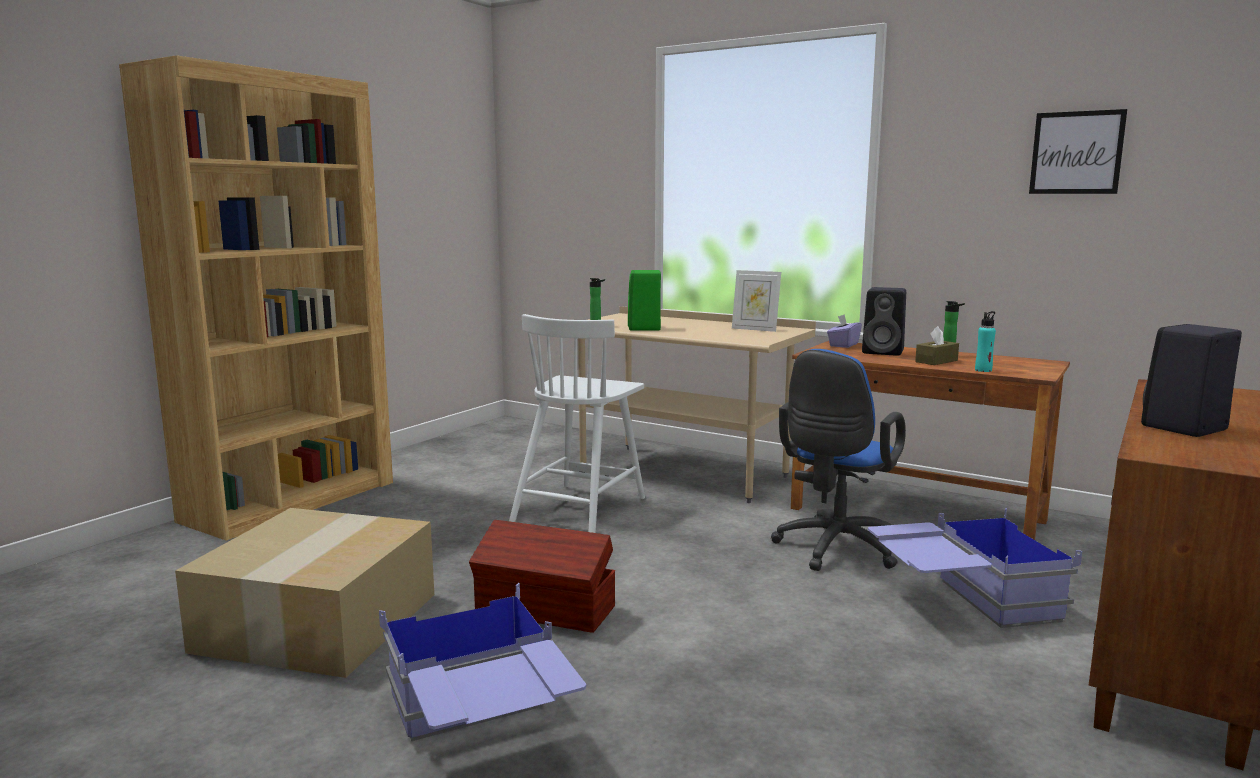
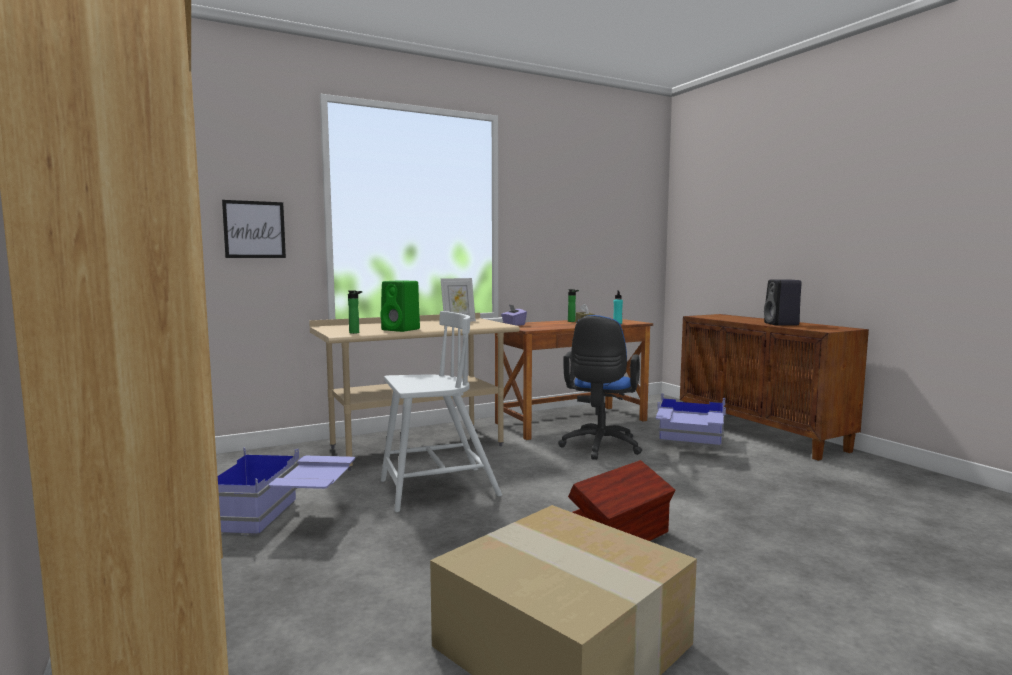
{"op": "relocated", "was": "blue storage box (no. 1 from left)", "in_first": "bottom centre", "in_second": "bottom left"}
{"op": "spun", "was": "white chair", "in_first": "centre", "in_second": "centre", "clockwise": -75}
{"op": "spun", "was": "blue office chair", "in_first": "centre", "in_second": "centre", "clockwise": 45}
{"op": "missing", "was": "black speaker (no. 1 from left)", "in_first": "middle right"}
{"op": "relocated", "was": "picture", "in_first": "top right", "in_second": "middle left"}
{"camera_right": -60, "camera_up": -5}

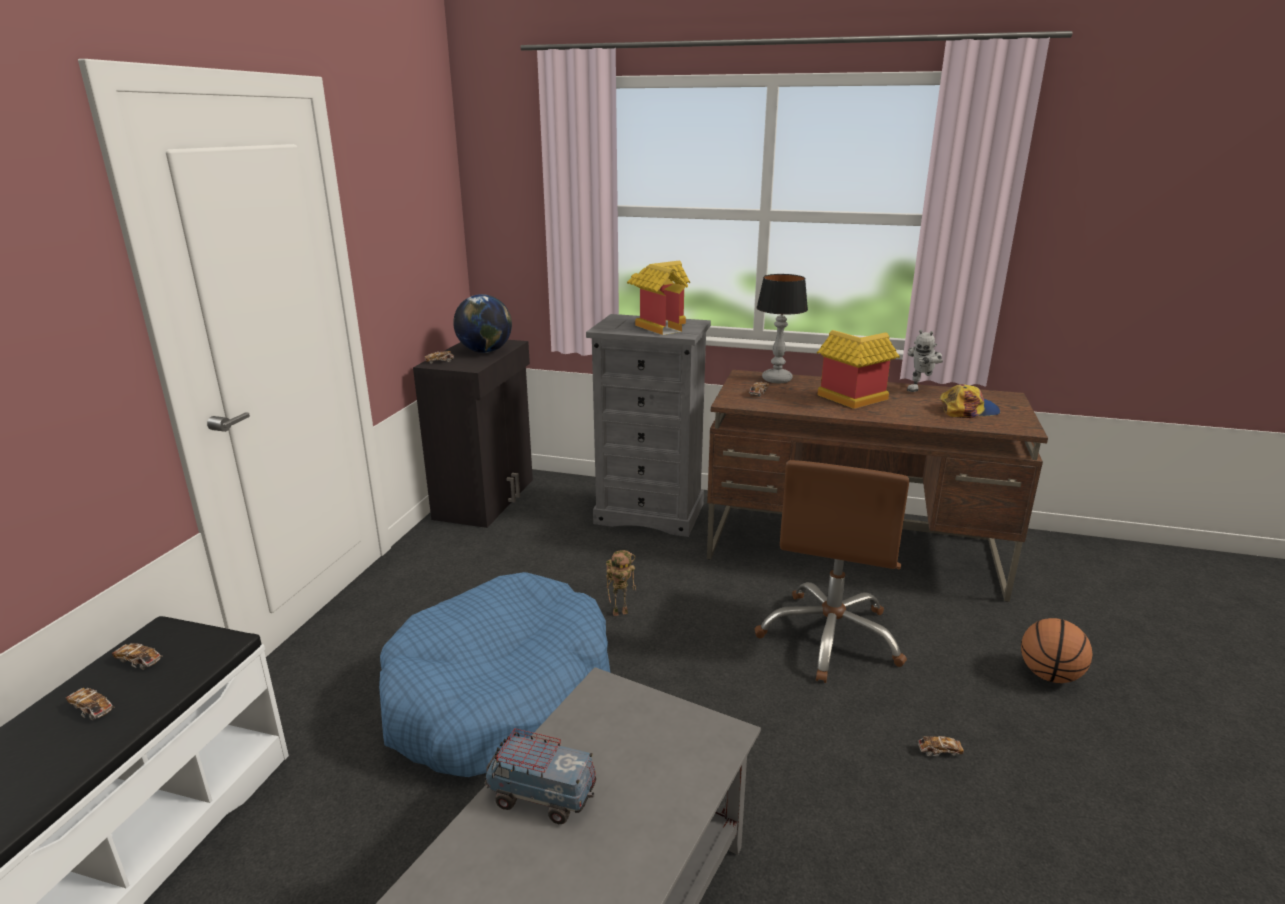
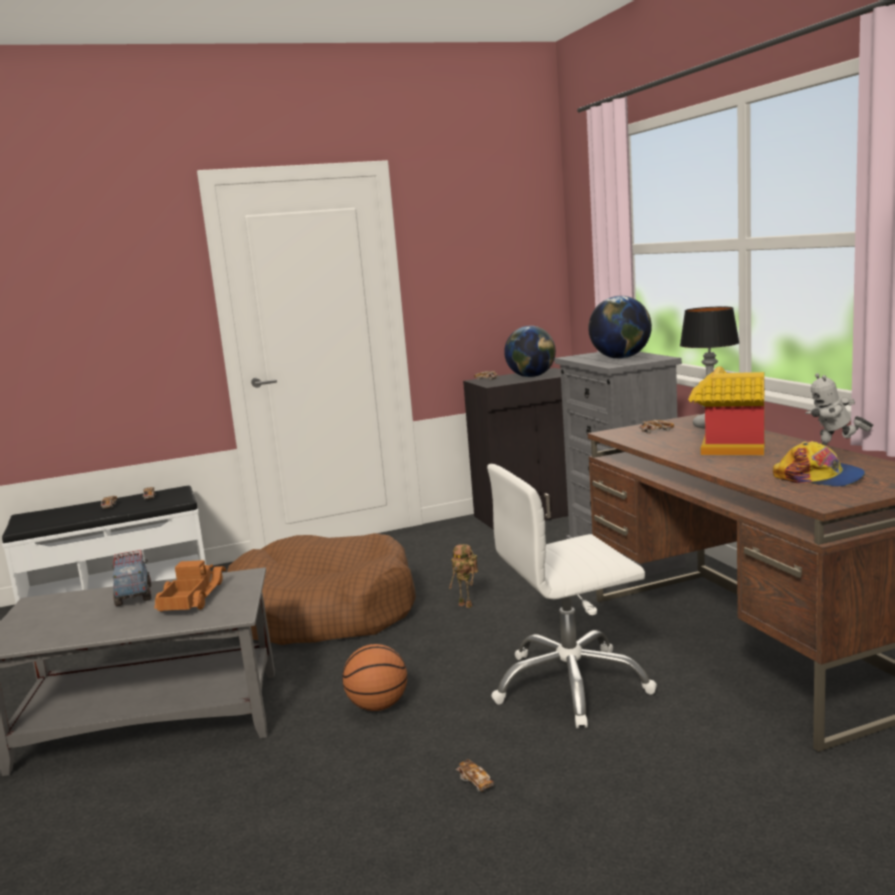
{"op": "colour", "was": "blue dog bed", "now": "brown dog bed", "in_first": "bottom centre", "in_second": "centre"}
{"op": "exchanged", "was": "toy house (no. 1 from left)", "now": "globe (no. 2 from left)", "in_first": "top centre", "in_second": "middle right"}
{"op": "colour", "was": "brown office chair", "now": "white office chair", "in_first": "centre", "in_second": "centre"}
{"op": "relocated", "was": "basketball", "in_first": "bottom right", "in_second": "bottom centre"}
{"op": "appeared", "now": "toy truck (no. 2 from left)", "in_second": "middle left"}
{"camera_right": 55, "camera_up": -10}

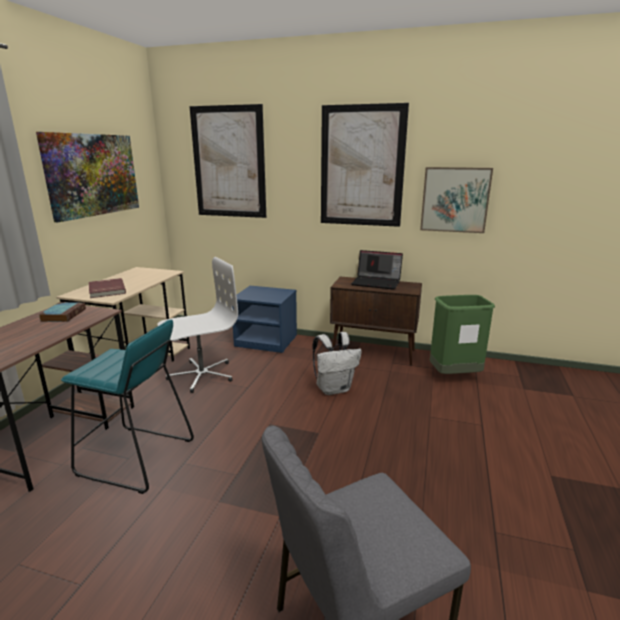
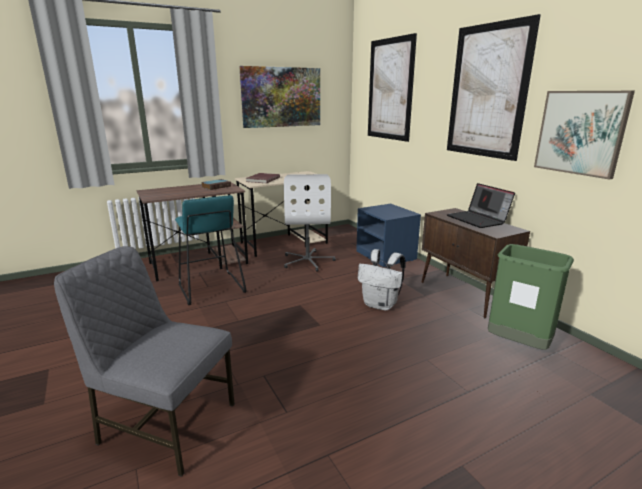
{"op": "spun", "was": "white office chair", "in_first": "middle left", "in_second": "centre", "clockwise": 75}
{"camera_right": 45, "camera_up": 0}

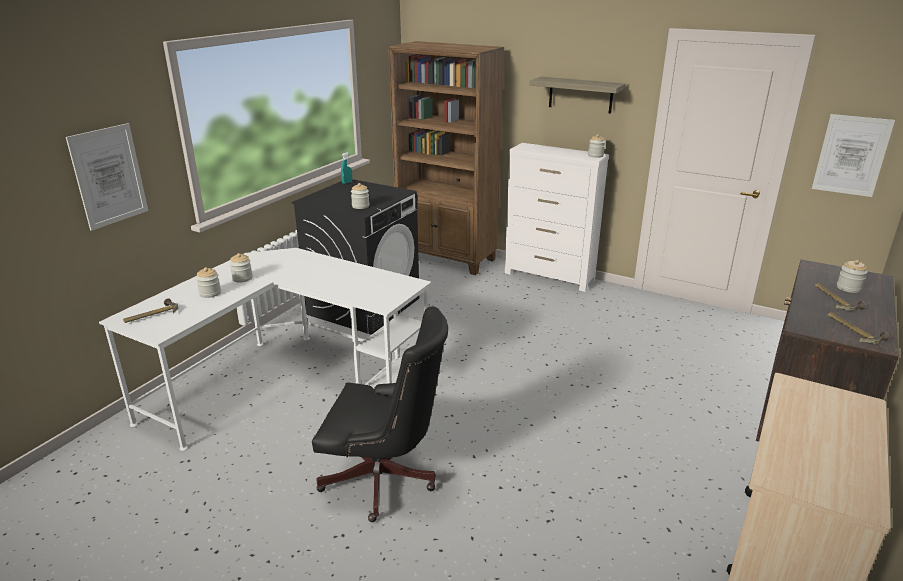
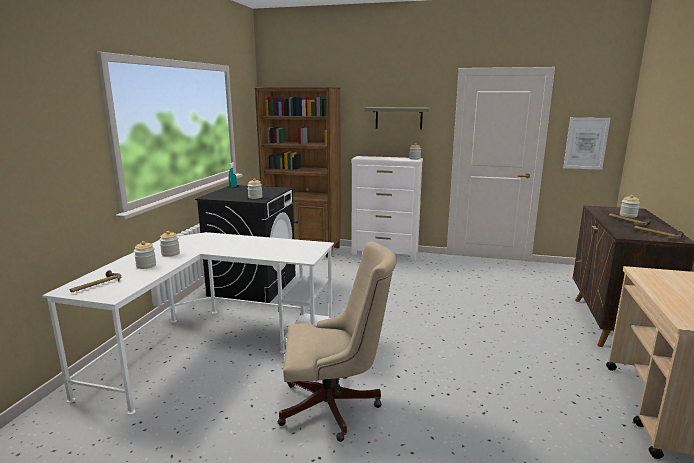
{"op": "missing", "was": "picture (no. 1 from left)", "in_first": "top left"}
{"op": "colour", "was": "black office chair", "now": "beige office chair", "in_first": "bottom centre", "in_second": "bottom centre"}
{"camera_right": -15, "camera_up": -10}

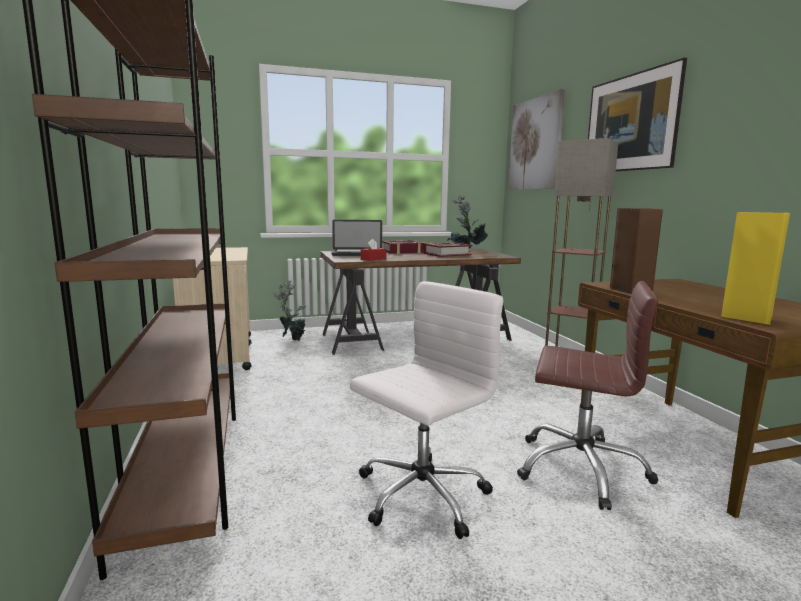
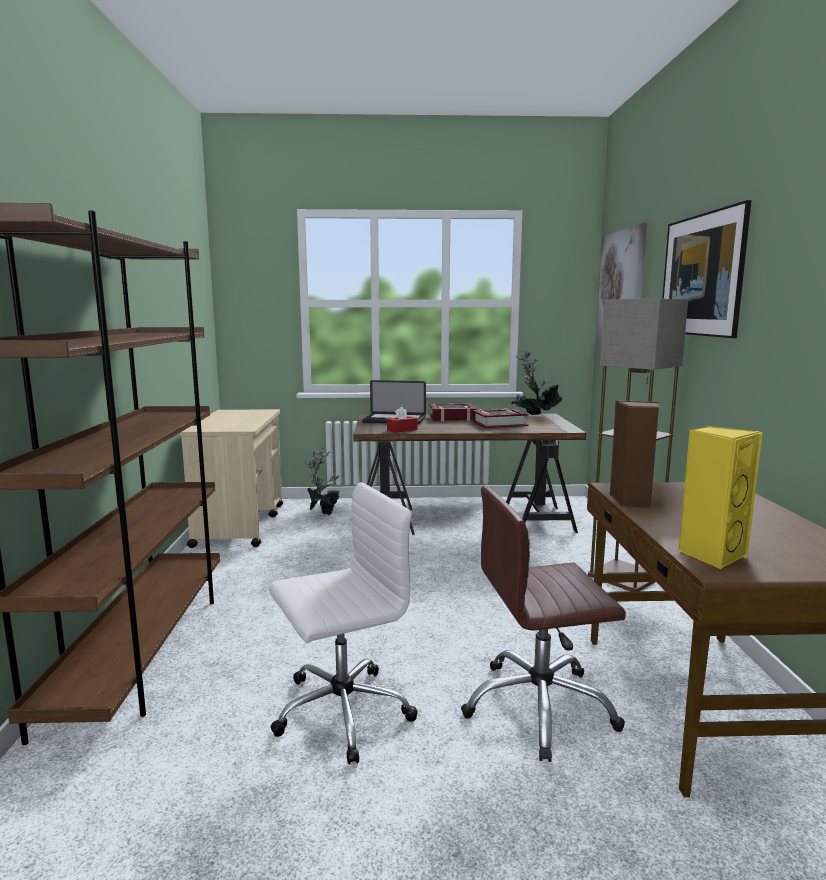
{"op": "spun", "was": "brown office chair", "in_first": "middle right", "in_second": "bottom centre", "clockwise": 135}
{"camera_right": 15, "camera_up": 0}

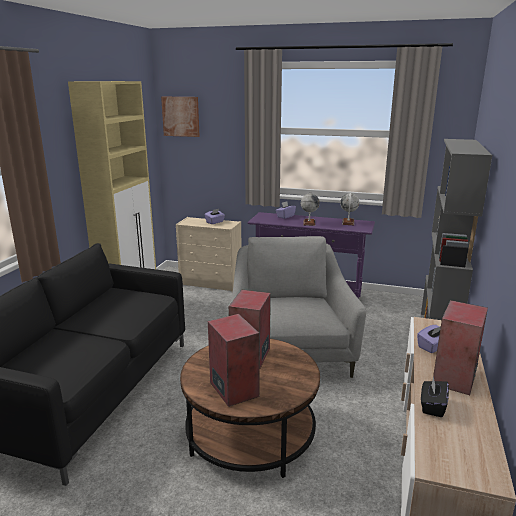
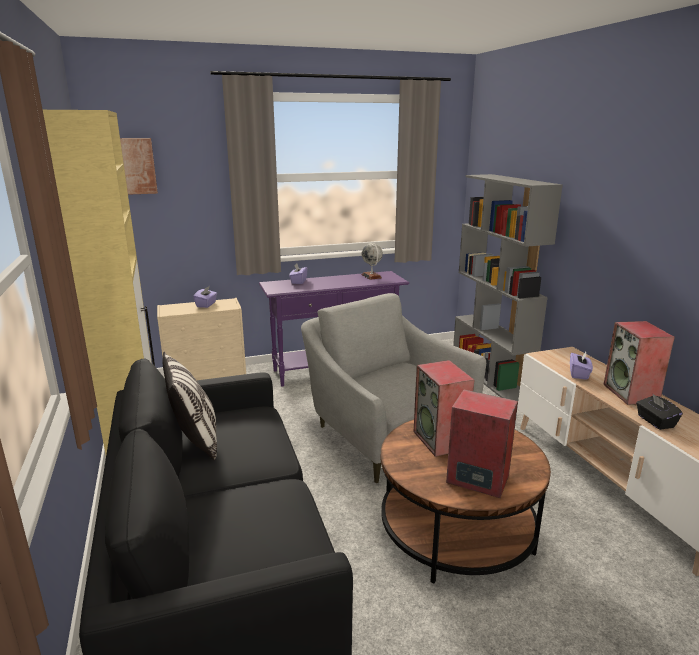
{"op": "missing", "was": "globe (no. 1 from left)", "in_first": "centre"}
{"op": "appeared", "now": "pillow", "in_second": "middle left"}
{"camera_right": -35, "camera_up": 0}

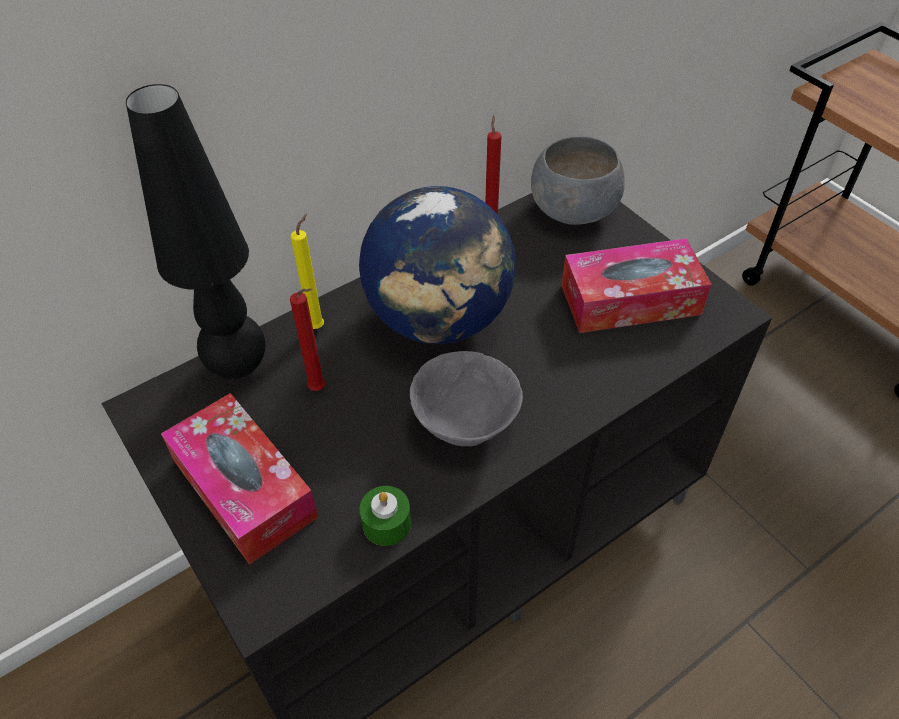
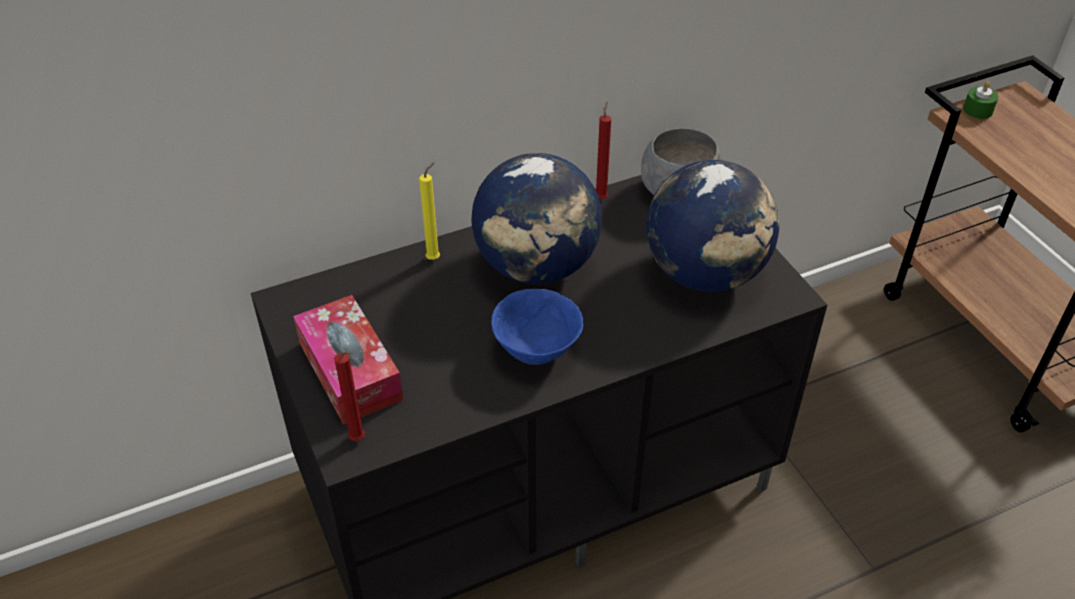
{"op": "missing", "was": "black table lamp", "in_first": "top left"}
{"op": "relocated", "was": "red candle (no. 1 from left)", "in_first": "centre", "in_second": "middle left"}
{"op": "relocated", "was": "green candle", "in_first": "bottom centre", "in_second": "top right"}
{"op": "colour", "was": "grey bowl (no. 1 from left)", "now": "blue bowl", "in_first": "centre", "in_second": "centre"}
{"op": "exchanged", "was": "tissue box (no. 2 from left)", "now": "globe (no. 2 from left)", "in_first": "middle right", "in_second": "centre"}
{"camera_right": 10, "camera_up": -5}

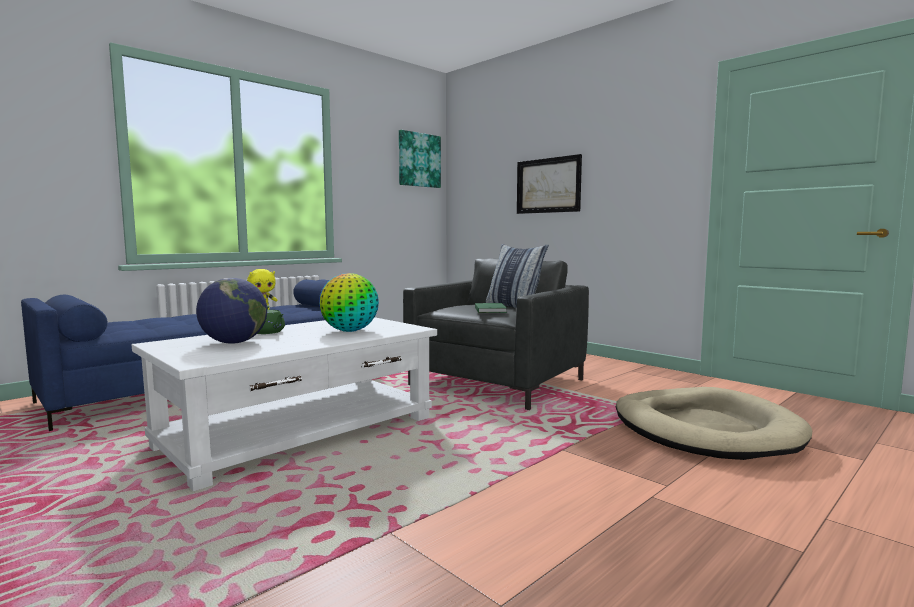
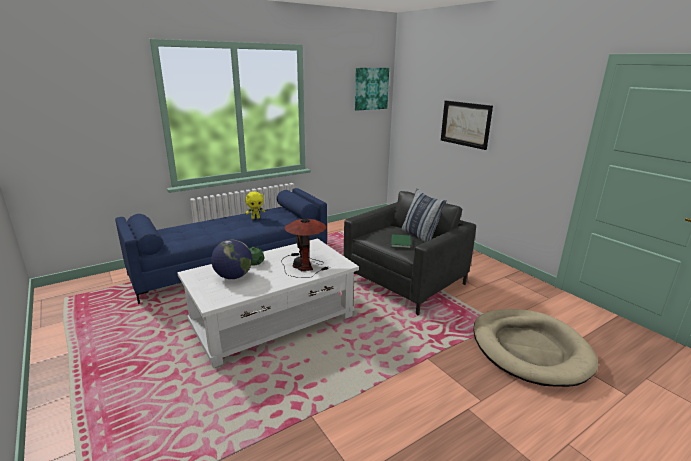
{"op": "exchanged", "was": "globe (no. 2 from left)", "now": "table lamp", "in_first": "centre", "in_second": "centre"}
{"camera_right": 10, "camera_up": 15}

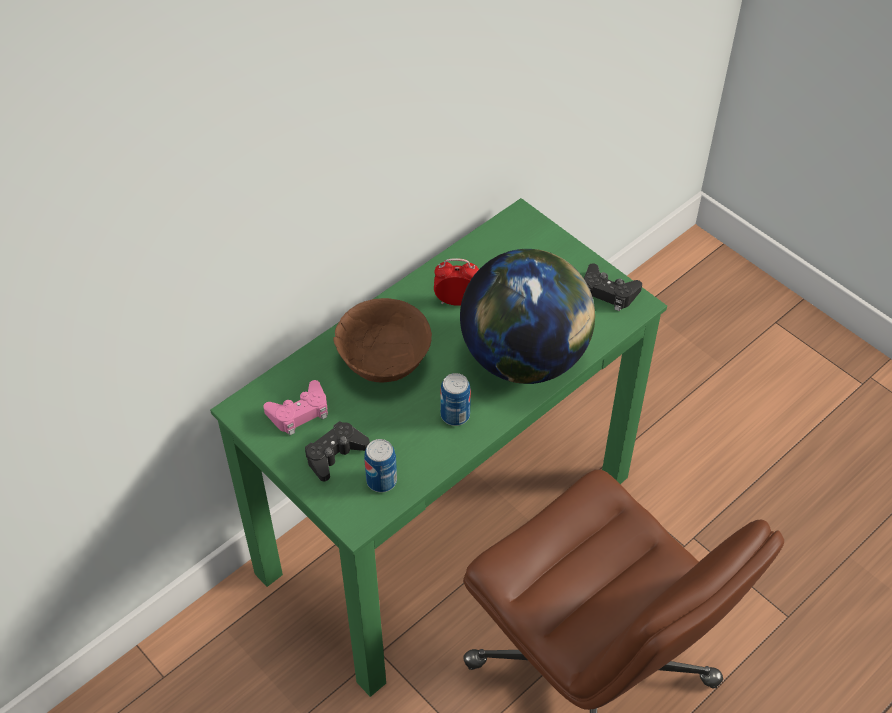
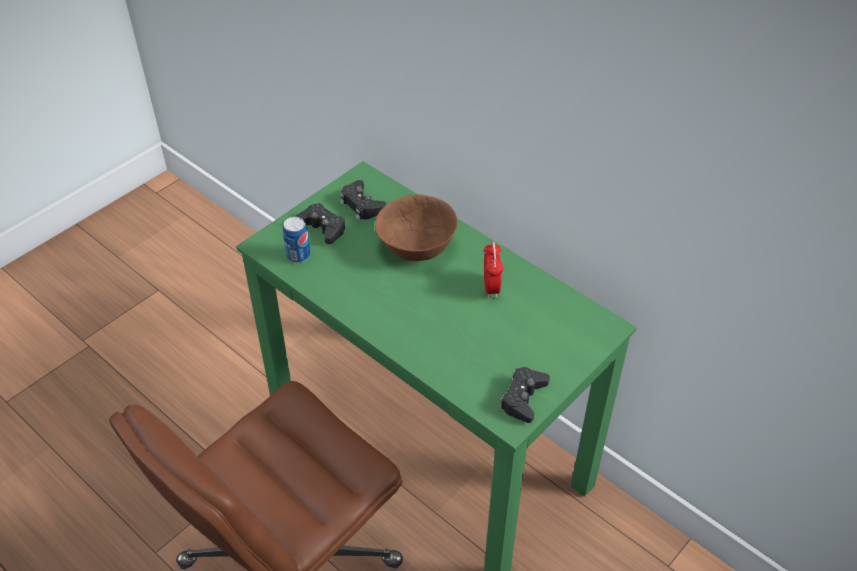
{"op": "colour", "was": "pink game controller", "now": "black game controller (no. 2 from left)", "in_first": "middle left", "in_second": "centre"}
{"op": "missing", "was": "can (no. 2 from left)", "in_first": "centre"}
{"op": "missing", "was": "globe", "in_first": "centre"}
{"camera_right": 85, "camera_up": -5}

